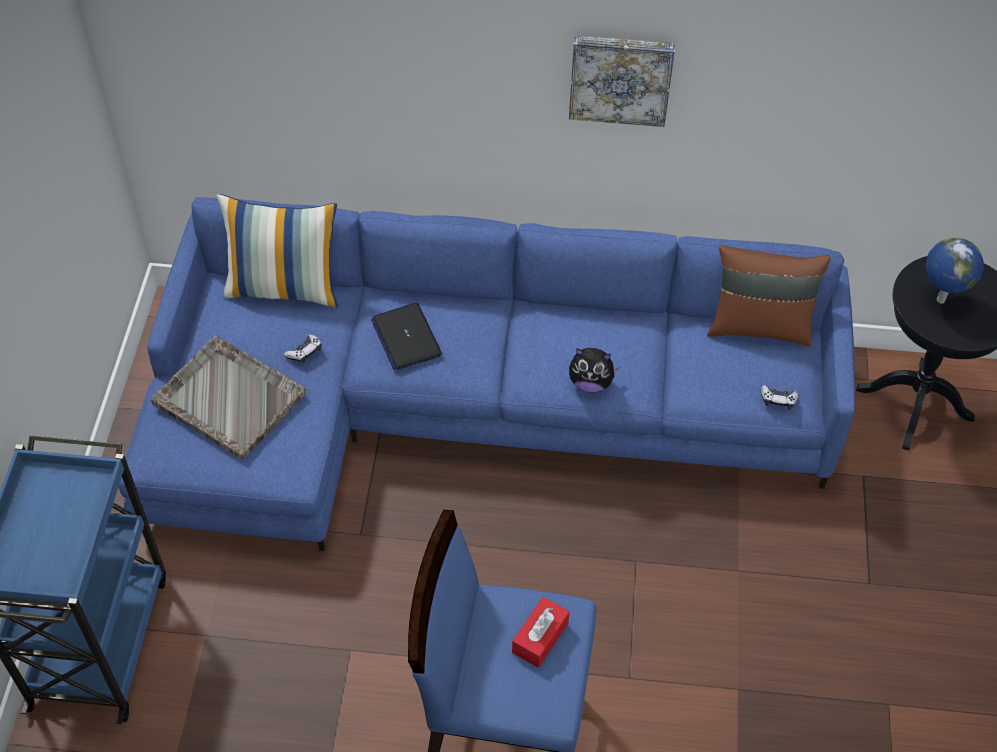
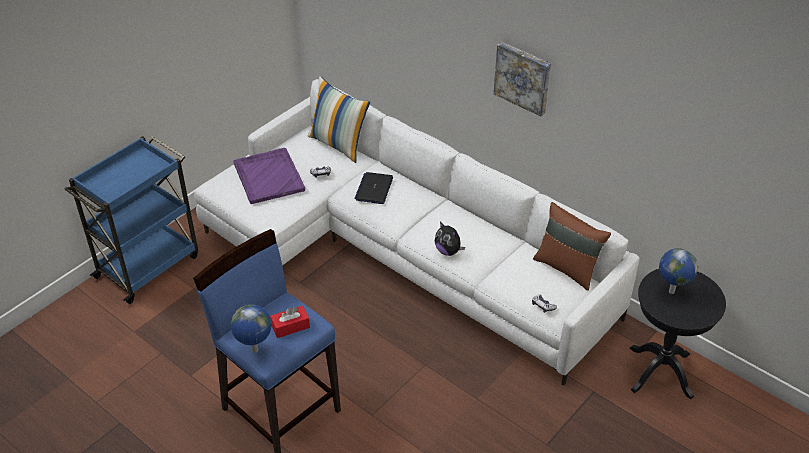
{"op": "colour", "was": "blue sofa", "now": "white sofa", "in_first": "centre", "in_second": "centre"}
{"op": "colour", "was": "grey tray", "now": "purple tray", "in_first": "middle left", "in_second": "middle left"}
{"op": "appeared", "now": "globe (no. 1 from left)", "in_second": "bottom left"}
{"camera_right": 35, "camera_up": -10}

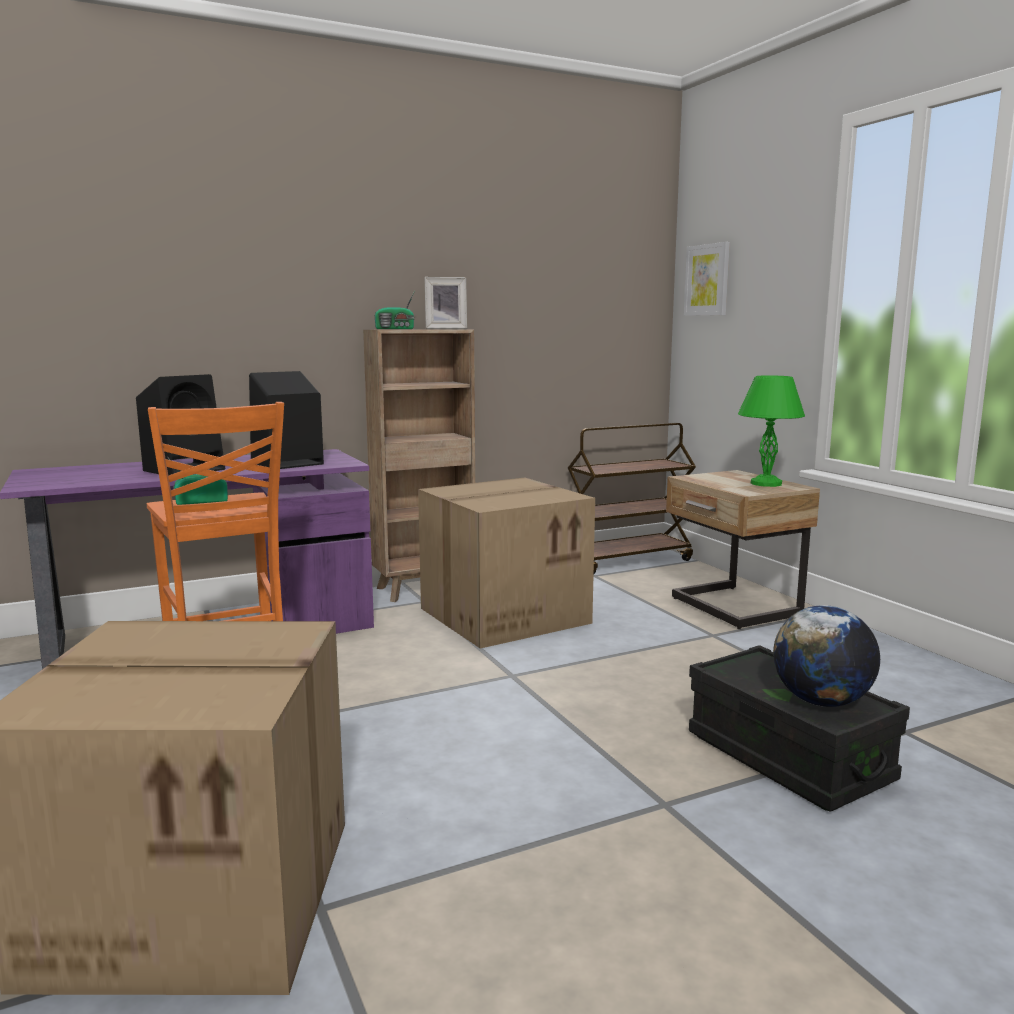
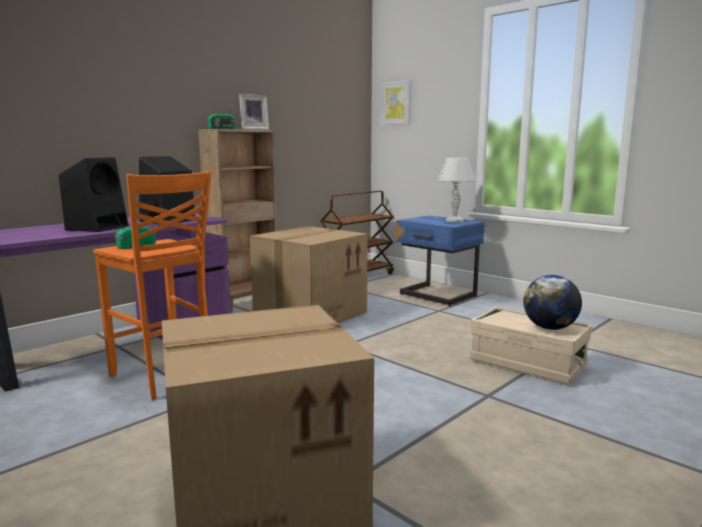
{"op": "colour", "was": "beige nightstand", "now": "blue nightstand", "in_first": "middle right", "in_second": "centre"}
{"op": "colour", "was": "black storage box", "now": "beige storage box", "in_first": "bottom right", "in_second": "middle right"}
{"op": "colour", "was": "green table lamp", "now": "white table lamp", "in_first": "middle right", "in_second": "centre"}
{"camera_right": -20, "camera_up": 0}

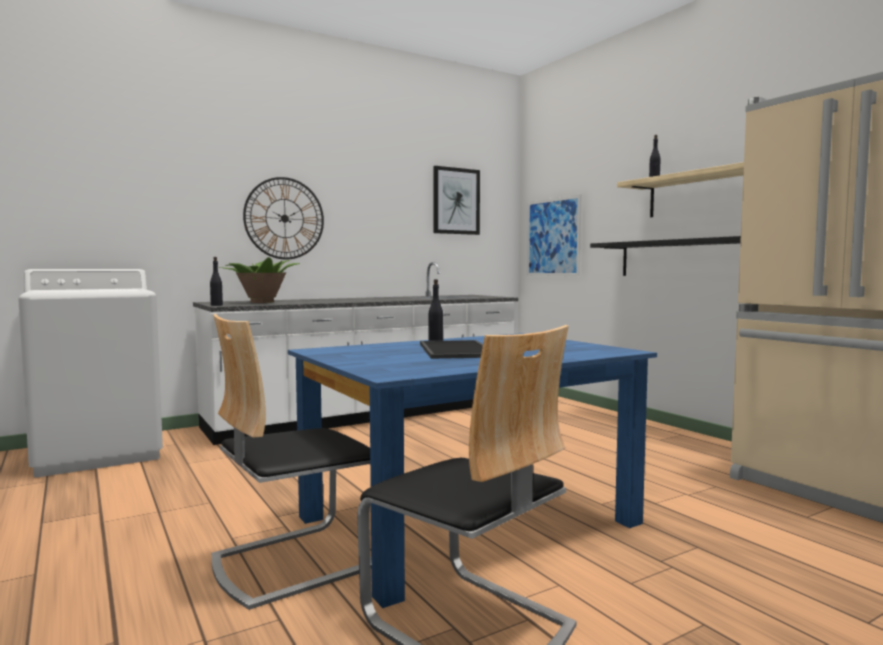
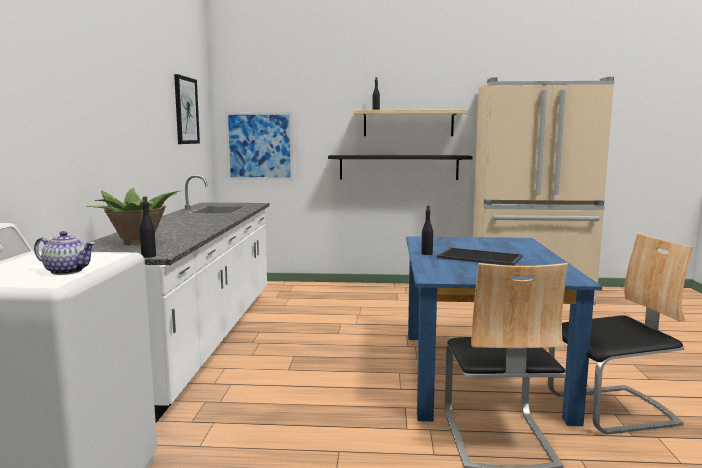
{"op": "missing", "was": "wall clock", "in_first": "middle left"}
{"op": "appeared", "now": "teapot", "in_second": "middle left"}
{"camera_right": -55, "camera_up": 5}

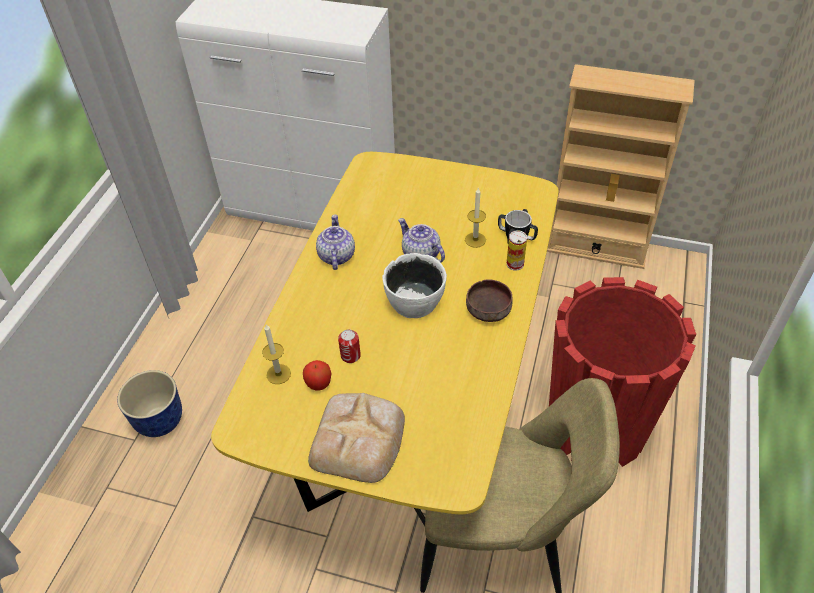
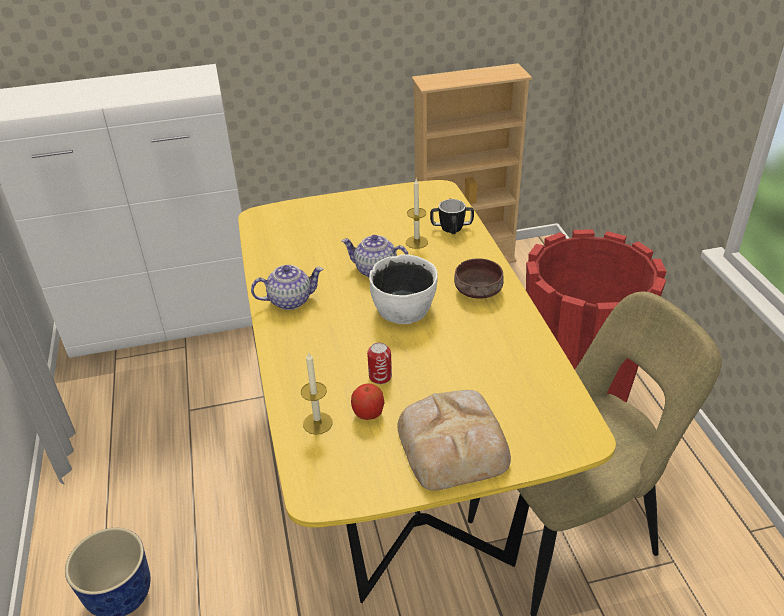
{"op": "spun", "was": "teapot (no. 1 from left)", "in_first": "centre", "in_second": "centre", "clockwise": 105}
{"op": "missing", "was": "can (no. 2 from left)", "in_first": "centre"}
{"camera_right": -30, "camera_up": -10}

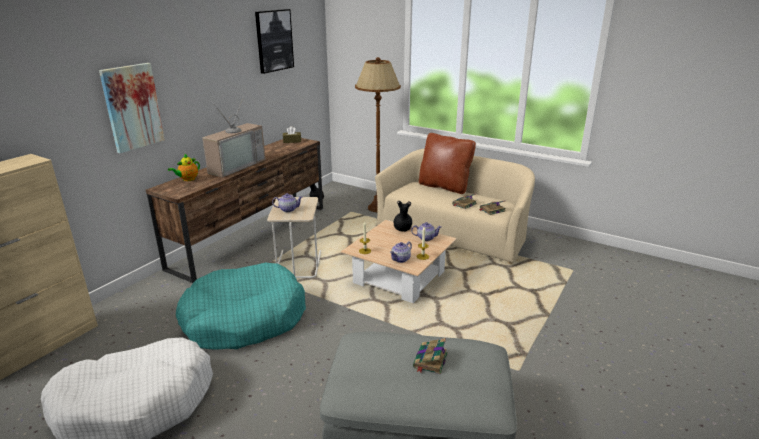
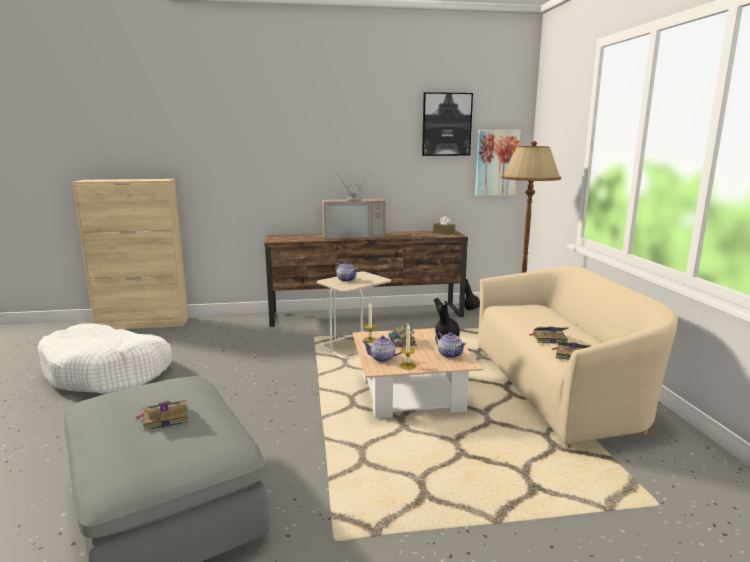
{"op": "relocated", "was": "picture (no. 1 from left in the first image)", "now": "picture (no. 2 from left)", "in_first": "top left", "in_second": "top centre"}
{"op": "missing", "was": "teapot (no. 1 from left)", "in_first": "middle left"}
{"op": "missing", "was": "turquoise dog bed", "in_first": "bottom left"}
{"op": "missing", "was": "brown pillow", "in_first": "centre"}
{"op": "appeared", "now": "book (no. 2 from left)", "in_second": "centre"}
{"camera_right": 50, "camera_up": -10}

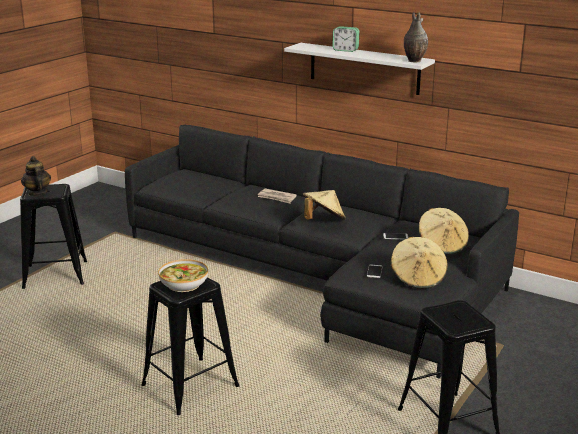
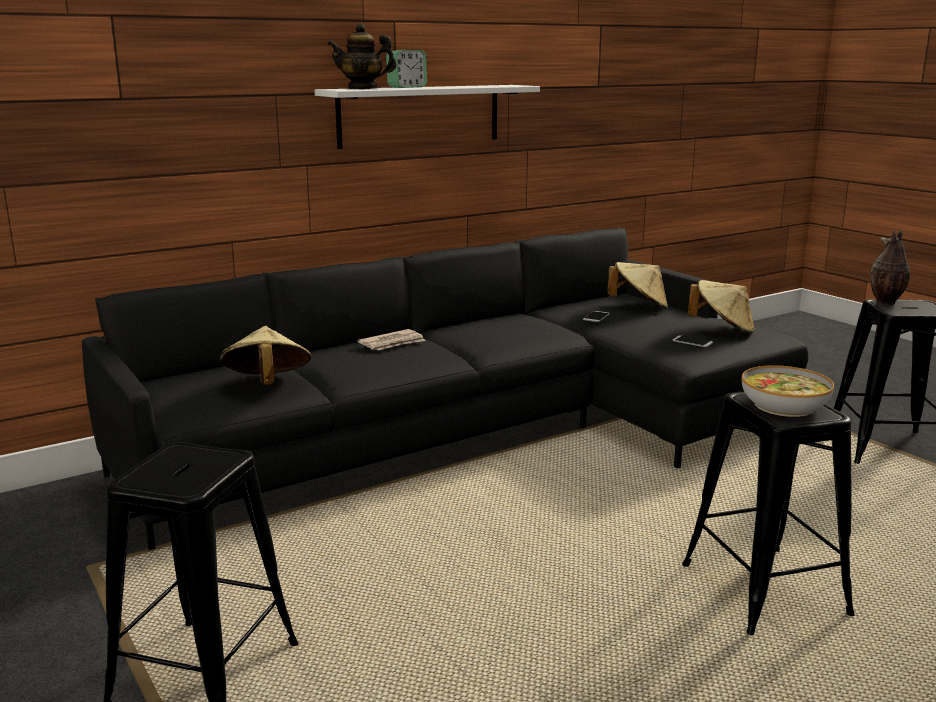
{"op": "relocated", "was": "teapot", "in_first": "middle left", "in_second": "top centre"}
{"op": "relocated", "was": "beige hat (no. 1 from left)", "in_first": "centre", "in_second": "middle left"}
{"op": "relocated", "was": "vase", "in_first": "top right", "in_second": "middle right"}
{"camera_right": -65, "camera_up": -5}

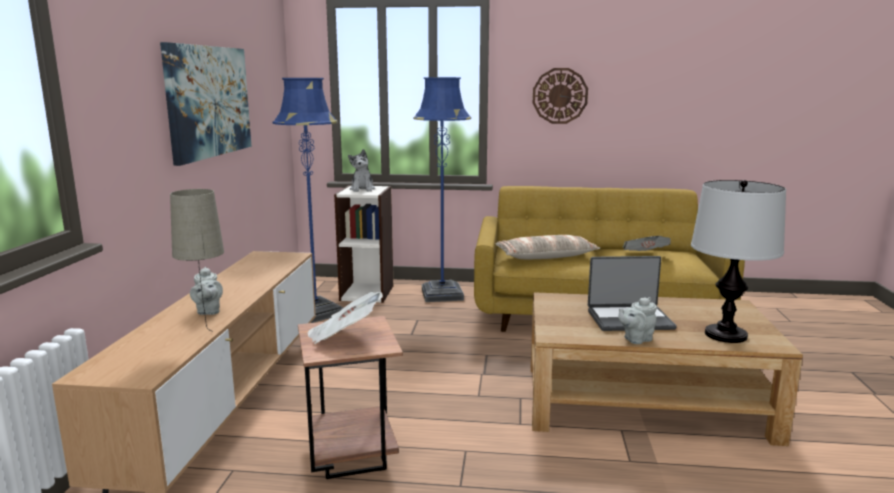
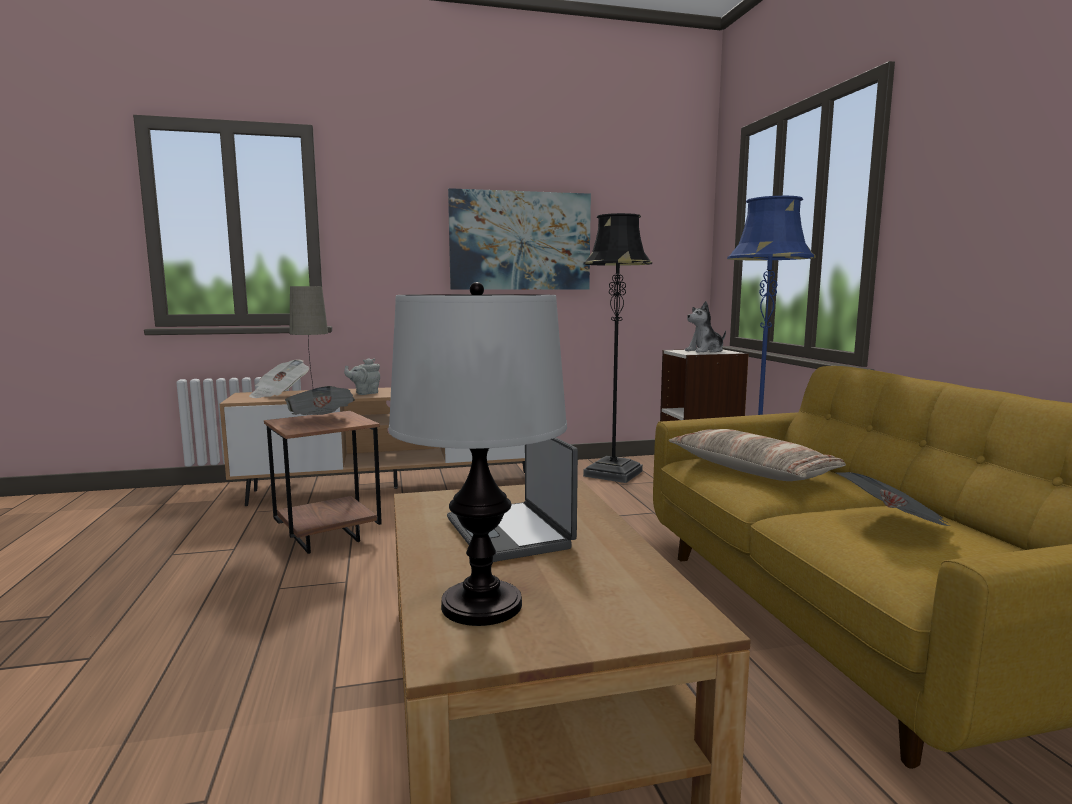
{"op": "colour", "was": "blue floor lamp (no. 1 from left)", "now": "black floor lamp", "in_first": "centre", "in_second": "centre"}
{"op": "missing", "was": "wall clock", "in_first": "top centre"}
{"op": "missing", "was": "grey teapot (no. 2 from left)", "in_first": "middle right"}
{"op": "appeared", "now": "newspaper (no. 1 from left)", "in_second": "middle left"}
{"camera_right": 70, "camera_up": -5}

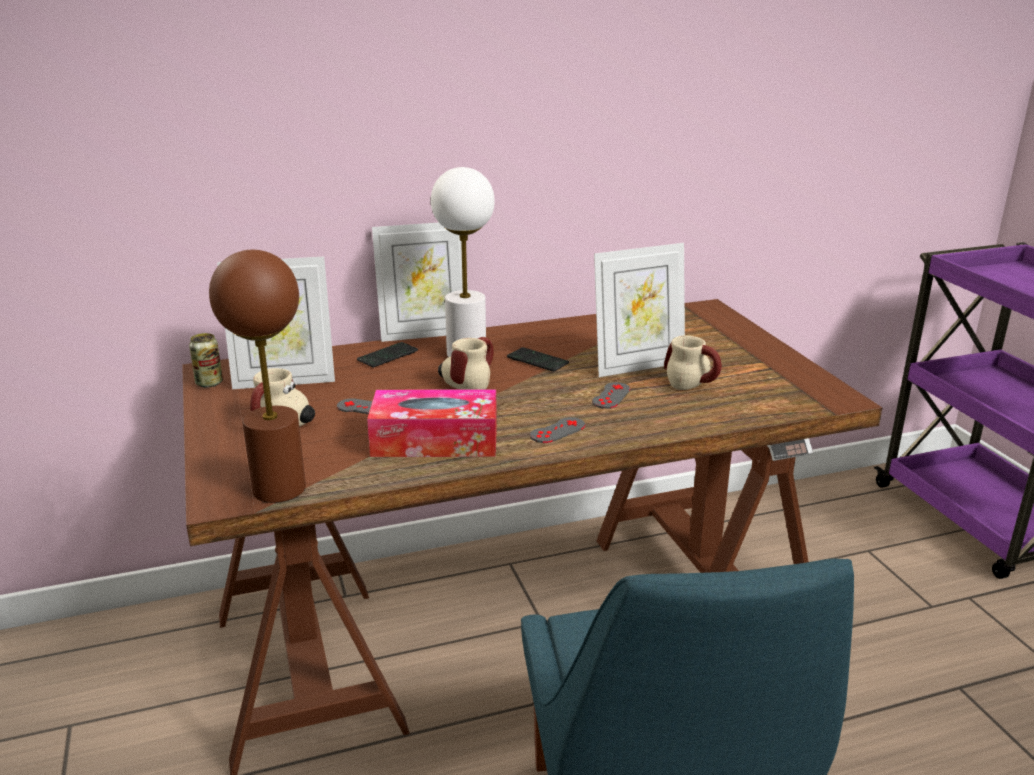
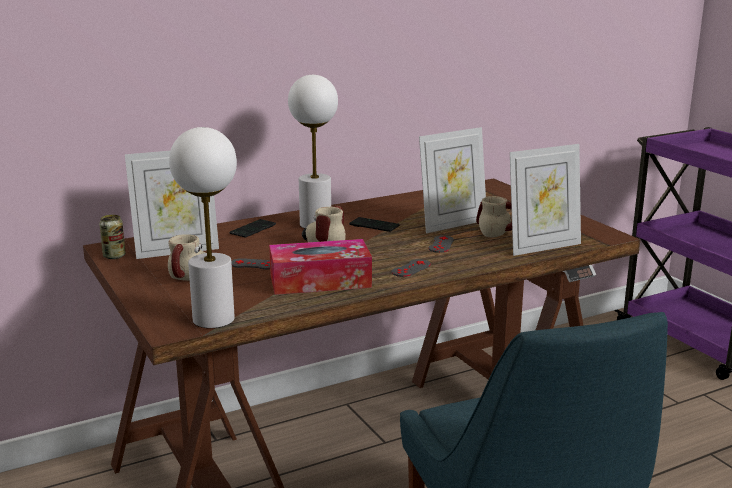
{"op": "colour", "was": "brown table lamp", "now": "white table lamp (no. 1 from left)", "in_first": "middle left", "in_second": "middle left"}
{"op": "relocated", "was": "picture frame (no. 2 from left in the first image)", "now": "picture frame (no. 3 from left)", "in_first": "centre", "in_second": "middle right"}
{"camera_right": -10, "camera_up": -5}

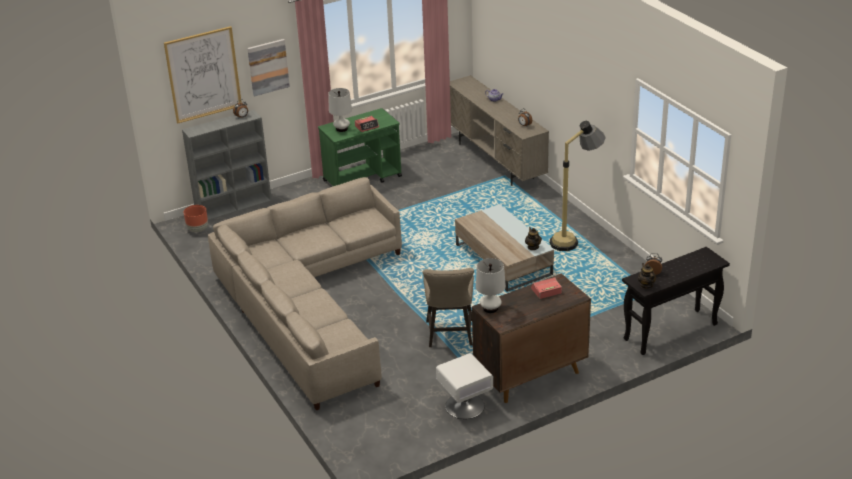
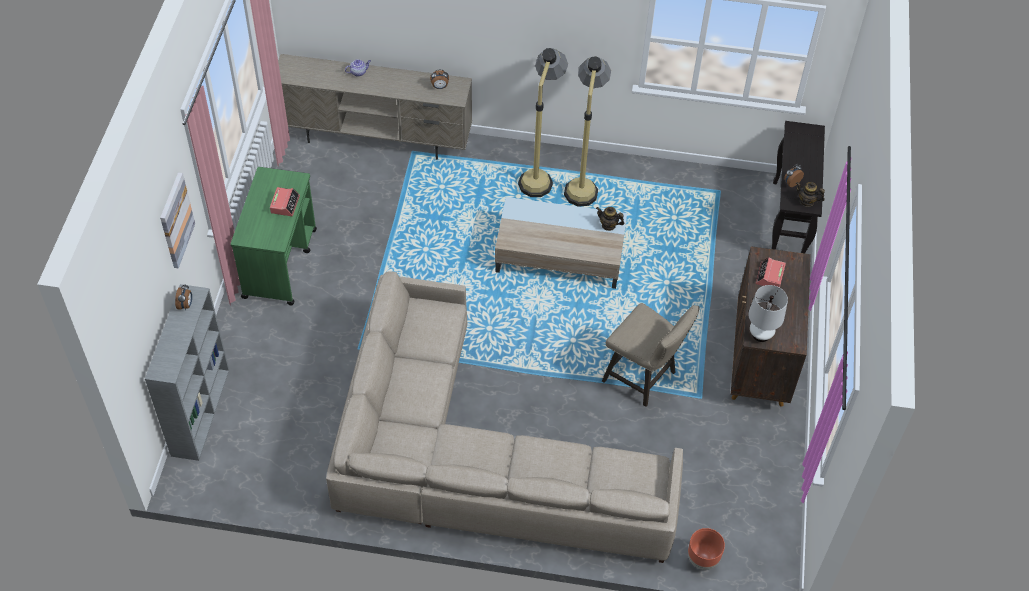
{"op": "missing", "was": "picture (no. 1 from left)", "in_first": "top left"}
{"op": "relocated", "was": "brown planter", "in_first": "middle left", "in_second": "bottom right"}
{"op": "missing", "was": "white table lamp (no. 1 from left)", "in_first": "top centre"}
{"op": "missing", "was": "white nightstand", "in_first": "bottom centre"}
{"op": "appeared", "now": "floor lamp (no. 1 from left)", "in_second": "top centre"}
{"camera_right": -55, "camera_up": 20}

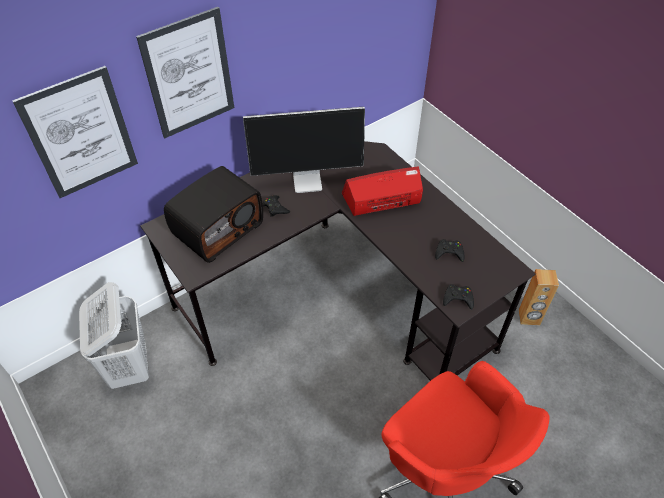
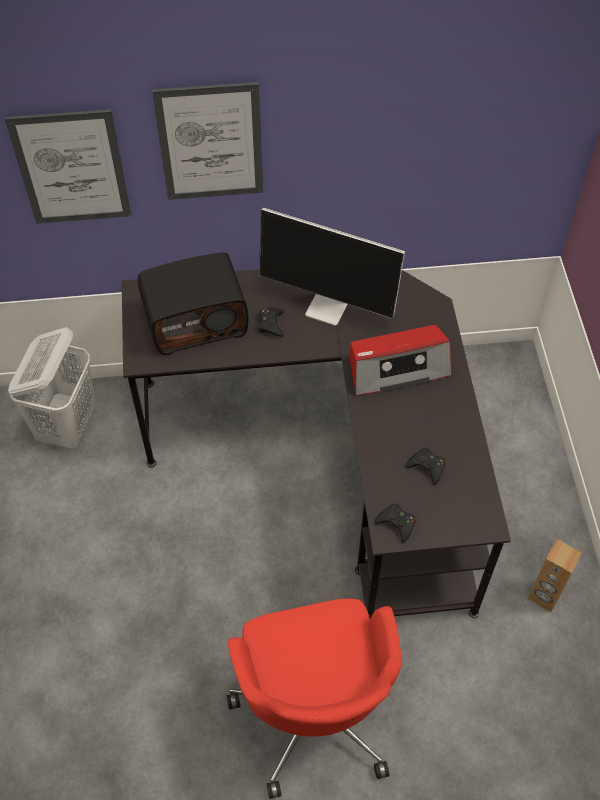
{"op": "spun", "was": "radio (no. 2 from left)", "in_first": "centre", "in_second": "middle right", "clockwise": 150}
{"camera_right": 30, "camera_up": 5}

